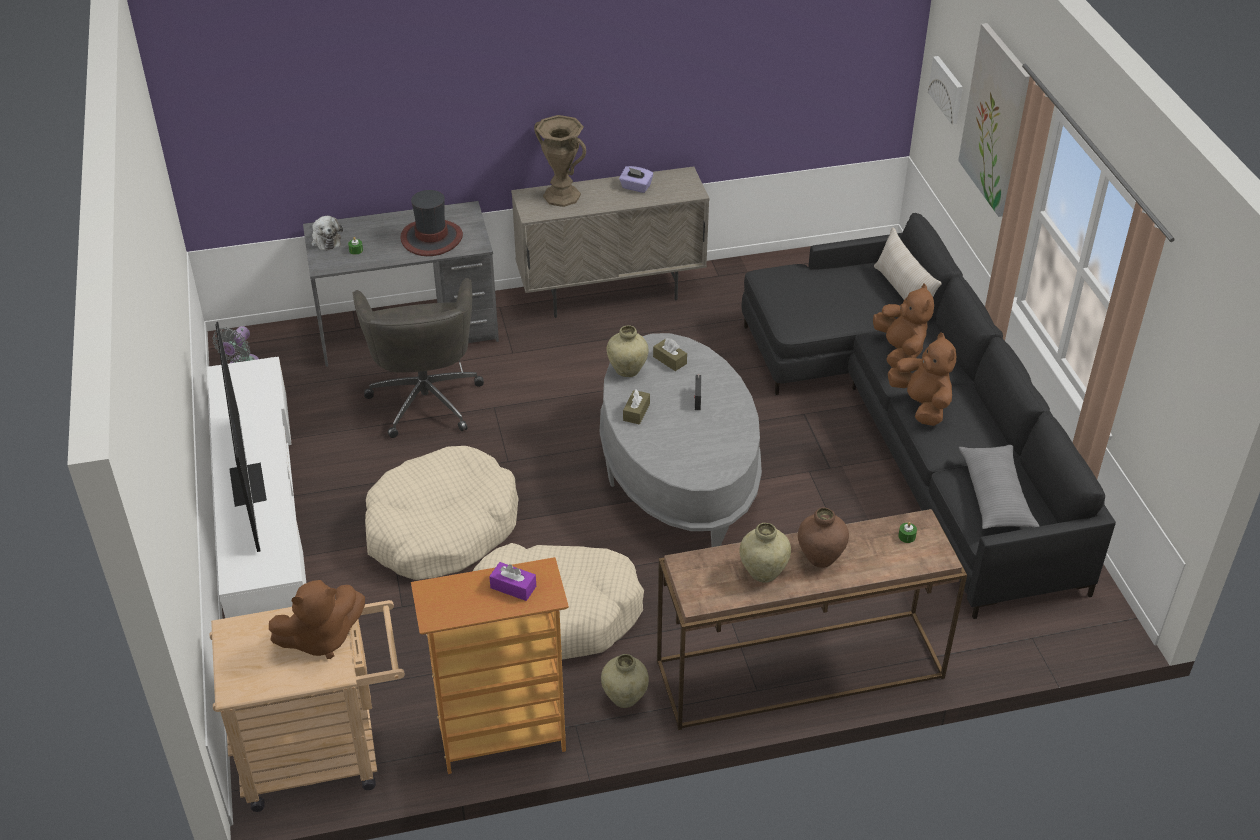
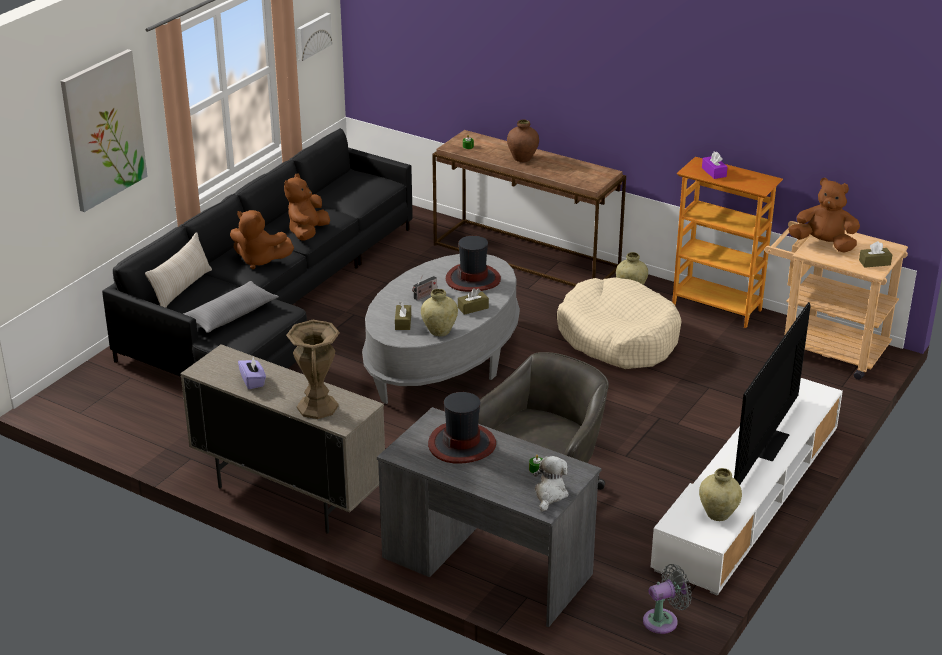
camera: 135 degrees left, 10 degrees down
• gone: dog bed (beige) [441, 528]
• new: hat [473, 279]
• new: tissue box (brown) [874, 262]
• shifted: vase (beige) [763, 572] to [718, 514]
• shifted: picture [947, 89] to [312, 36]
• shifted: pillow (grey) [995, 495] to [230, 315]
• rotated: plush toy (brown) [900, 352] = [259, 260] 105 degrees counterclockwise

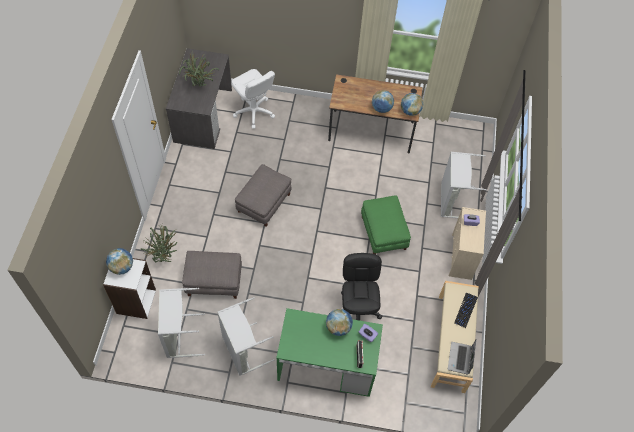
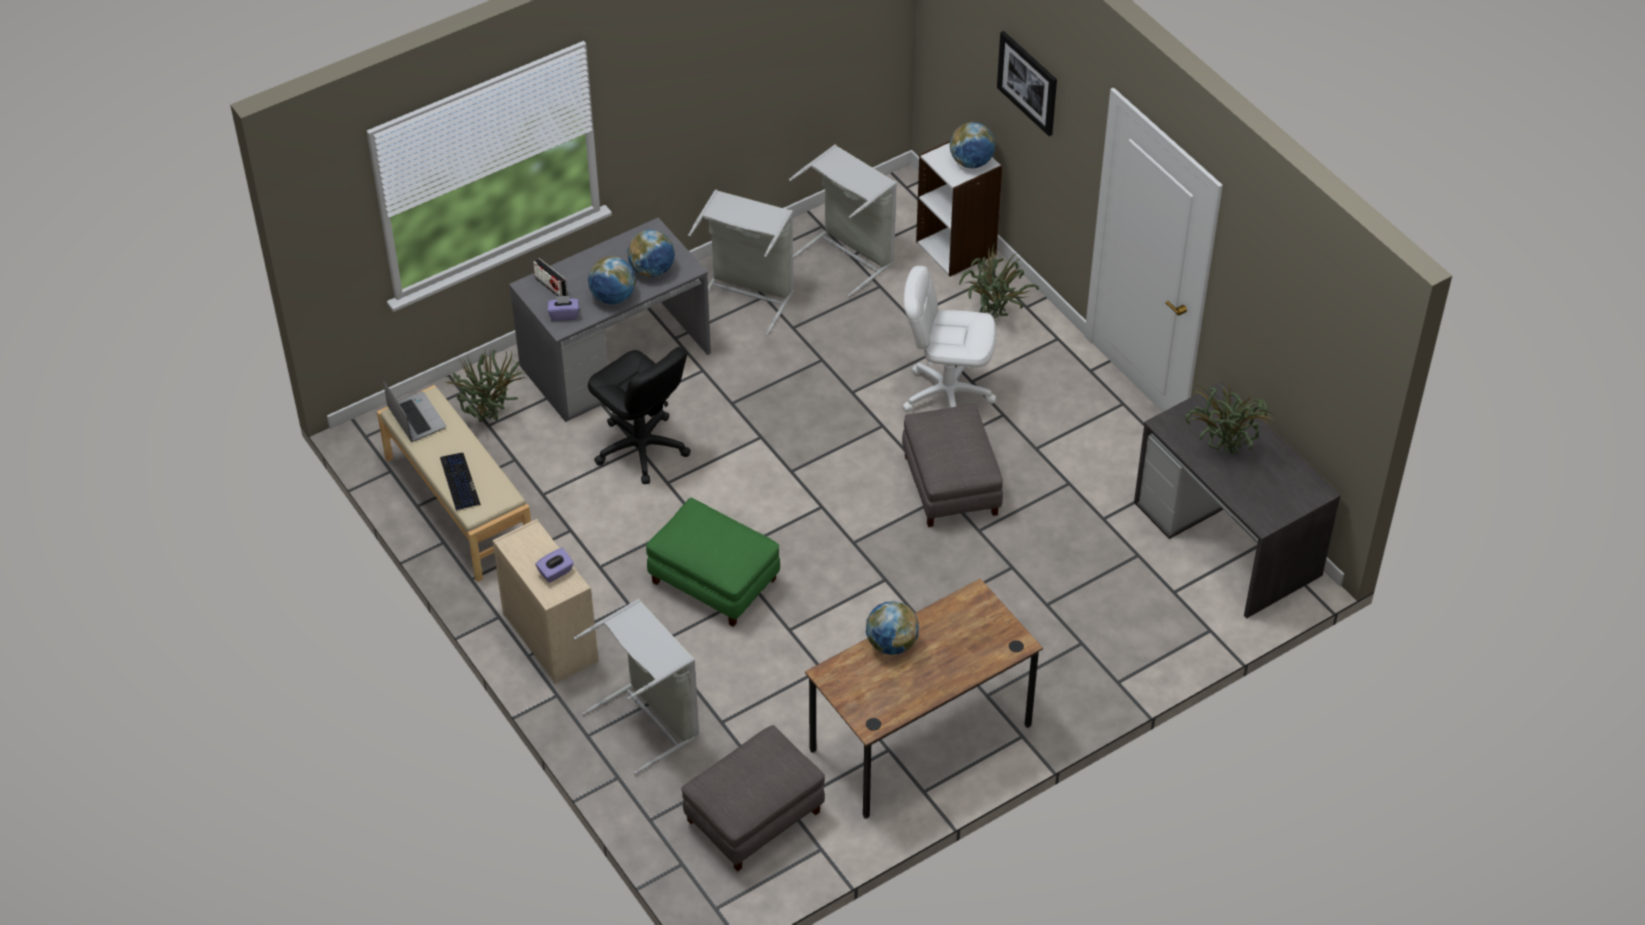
camera: 140 degrees right, 10 degrees down
• new: potted plant [492, 418]
• new: picture [1028, 82]
• shifted: ottoman (grey) [214, 280] to [754, 817]
• shifted: office chair (white) [254, 112] to [947, 395]
• shifted: globe [410, 111] to [652, 270]
• repainted: desk (green) [327, 365] to desk (grey) [615, 359]

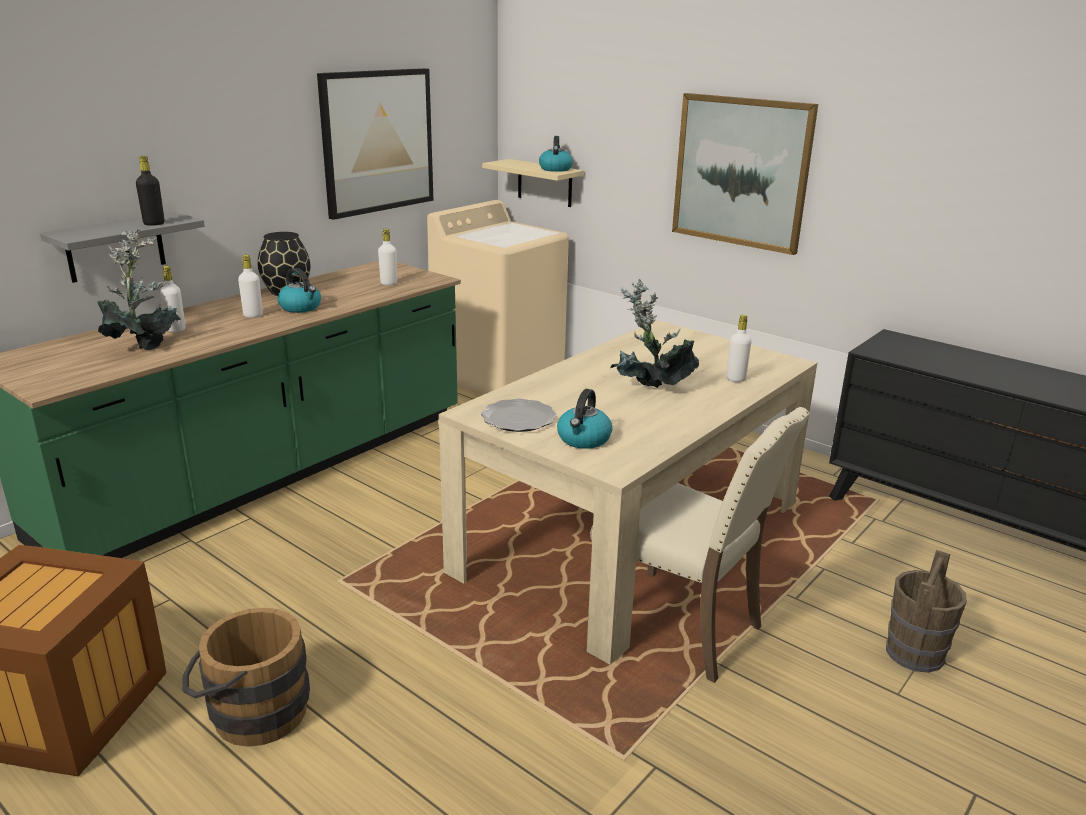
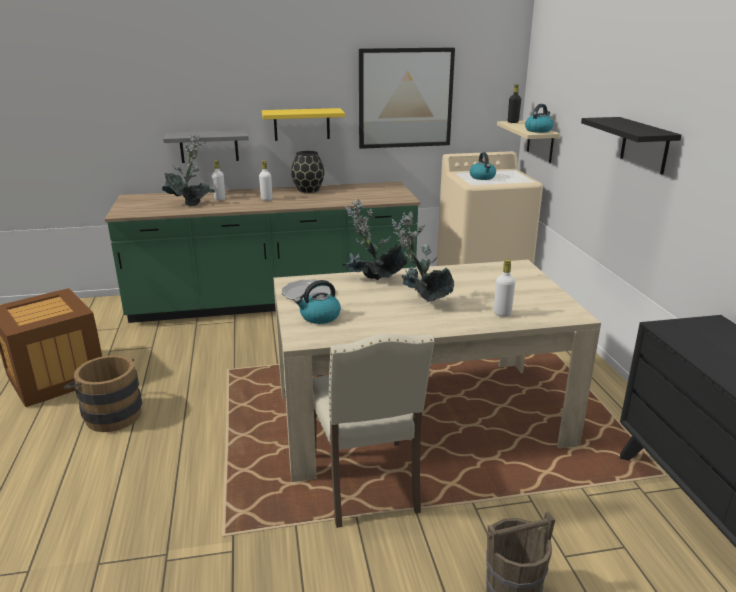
camera: 40 degrees right, 0 degrees up
• gone: bottle (white) [389, 283]
• new: shelf (yellow) [301, 124]
• new: potted plant [372, 282]
• shifted: bottle (black) [154, 224] to [513, 122]
• shifted: kettle [301, 307] to [482, 177]
• swapped: picture [741, 172] to shelf (black) [644, 145]

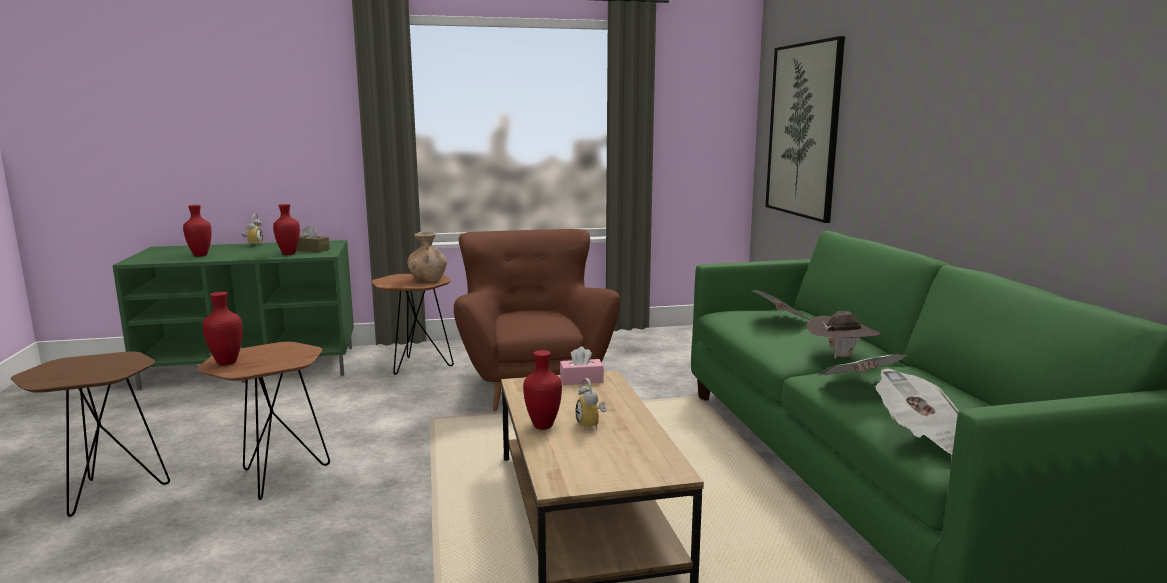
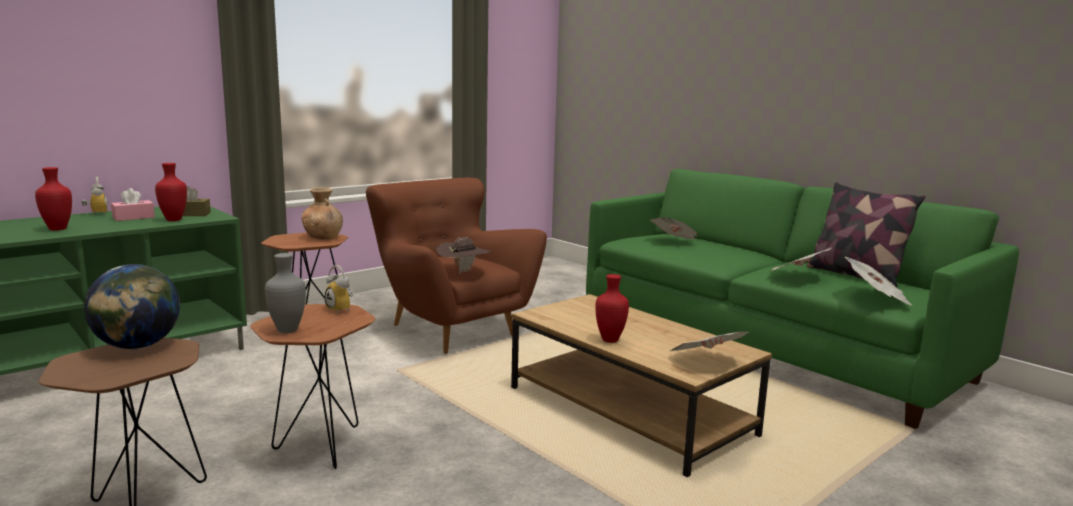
camera: 30 degrees left, 0 degrees up
• gone: picture [803, 130]
• new: globe [137, 346]
• new: newspaper [706, 361]
• new: pillow [855, 275]
• shifted: tissue box (pink) [581, 380] to [133, 217]
• shifted: alarm clock [592, 425] to [342, 310]
• shifted: hat (brown) [840, 356] to [463, 272]
• repainted: vase (red) [227, 362] to vase (grey) [286, 330]

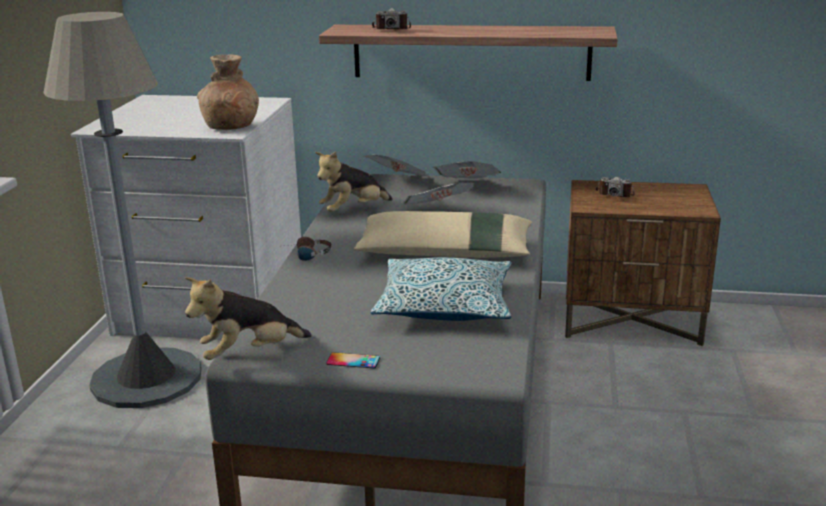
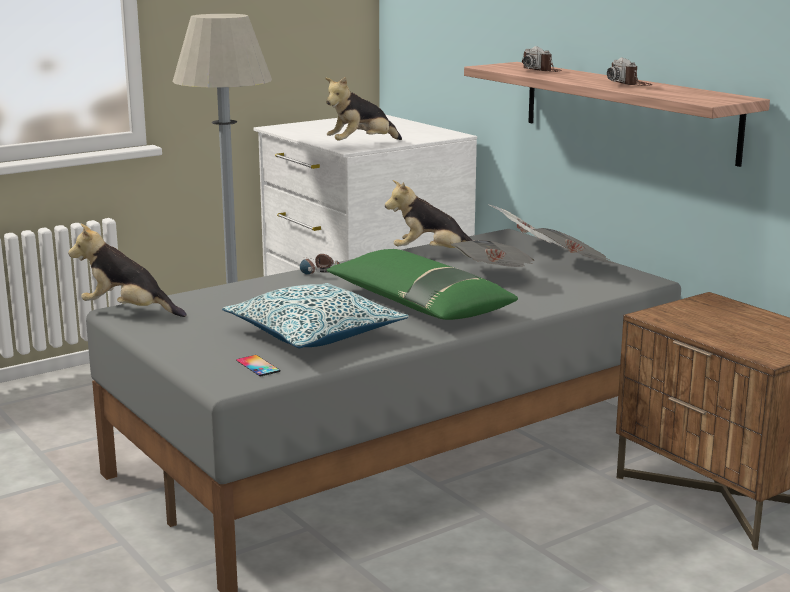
camera: 45 degrees right, 5 degrees down
• shifted: phone [353, 361] to [258, 366]
• shifted: photo camera [615, 194] to [629, 84]
• swapped: vase (brown) [231, 127] to plush toy [361, 145]
• repainted: pillow (beige) [445, 252] to pillow (green) [418, 303]

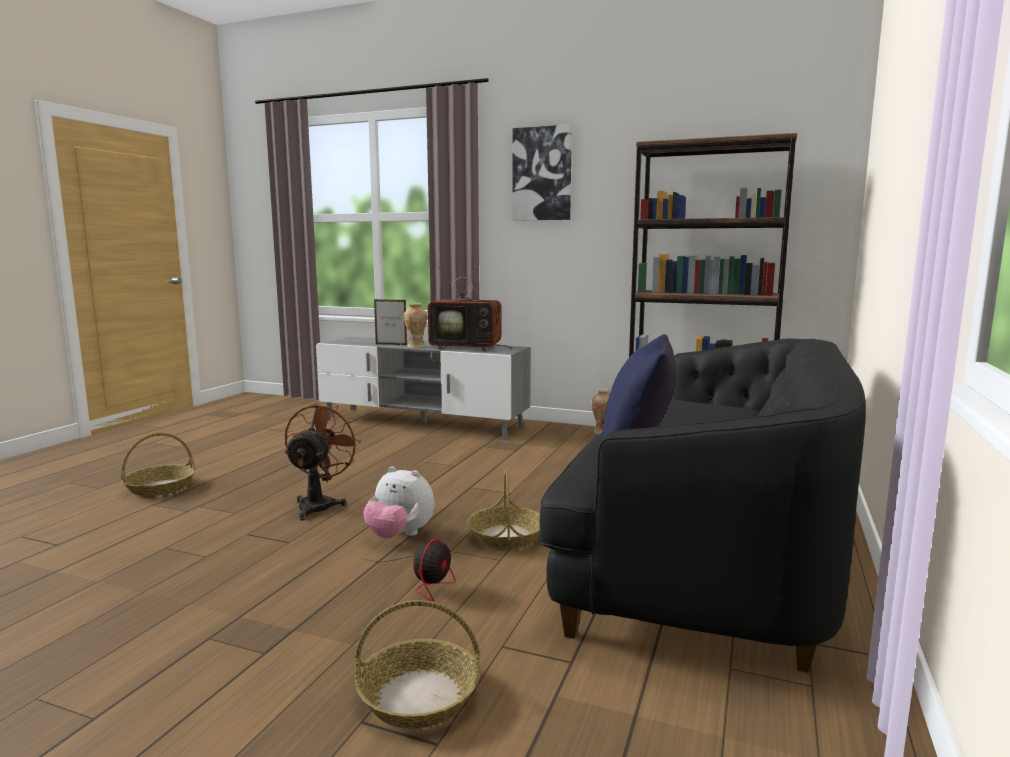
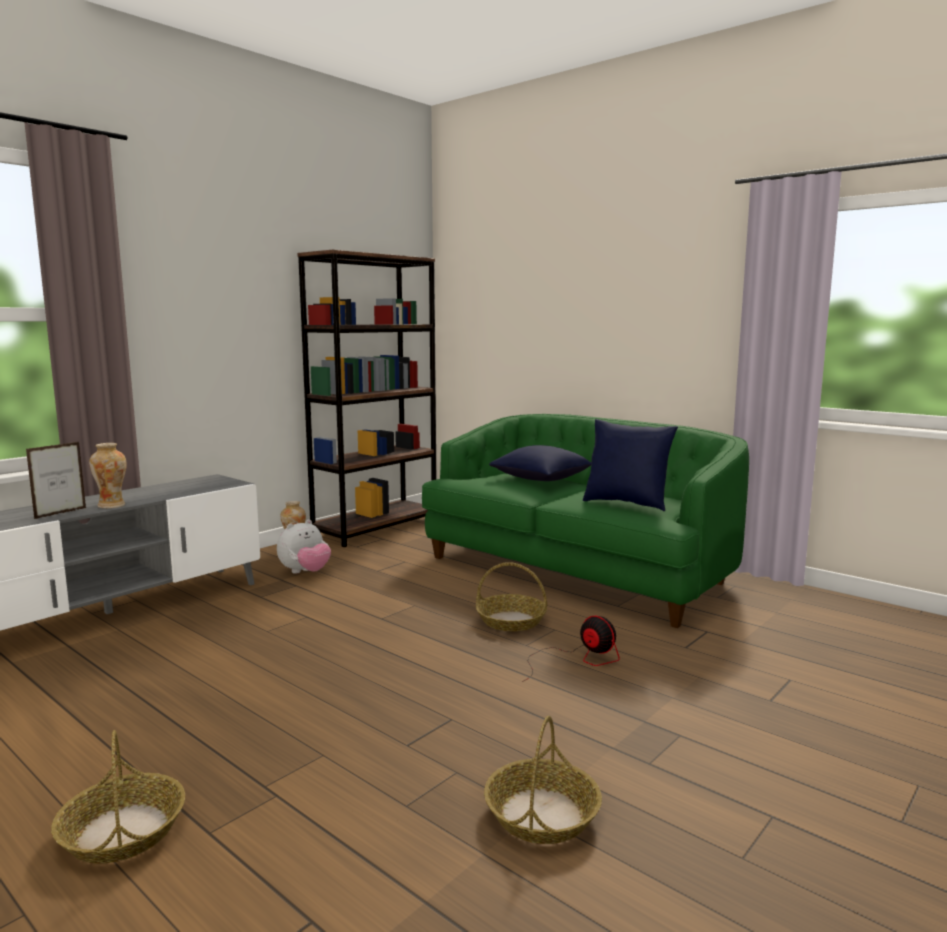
camera: 70 degrees left, 0 degrees up
• gone: fan (brown) [320, 504]
• gone: television [468, 347]
• gone: picture [542, 174]
• new: pillow (blue) [541, 480]
• shifted: basket [418, 697] to [542, 815]
• shifted: plush toy [400, 536] to [305, 572]
• repainted: sofa (black) [703, 552] to sofa (green) [578, 571]

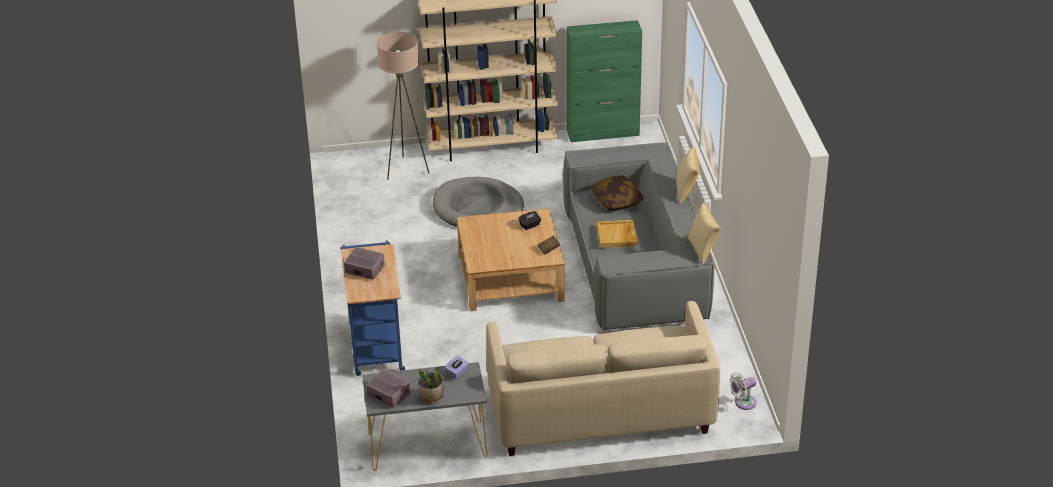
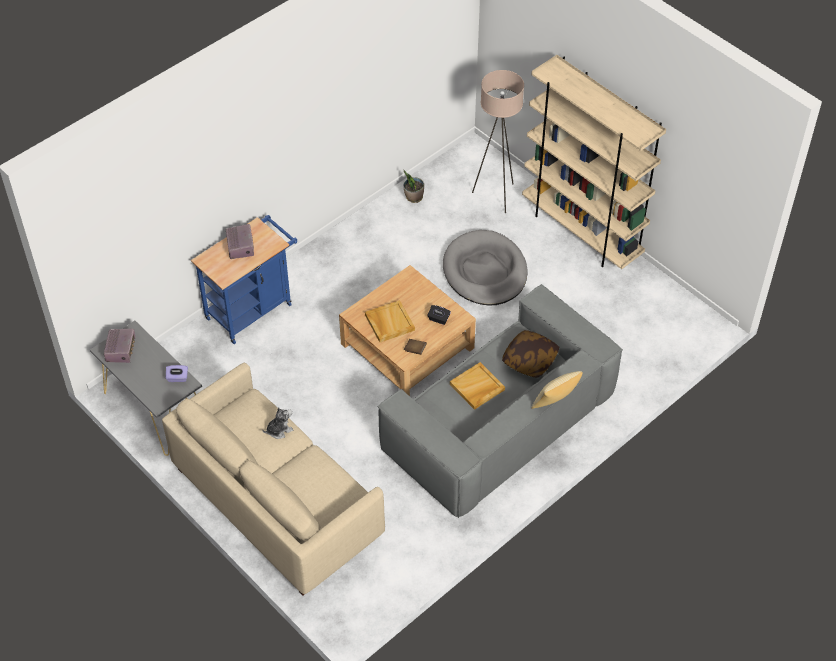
camera: 55 degrees right, 15 degrees up
• gone: cabinet (green) [603, 133]
• gone: pillow [702, 250]
• gone: fan (white) [743, 403]
• new: plush toy [279, 430]
• new: tray (beige) [389, 322]
• shifted: potted plant [432, 398] to [413, 197]

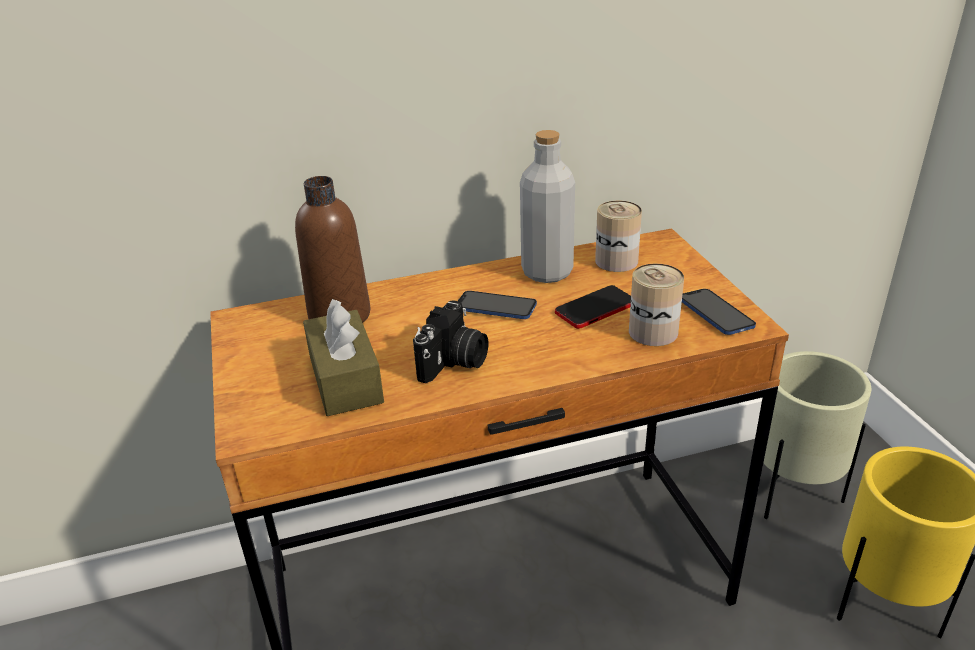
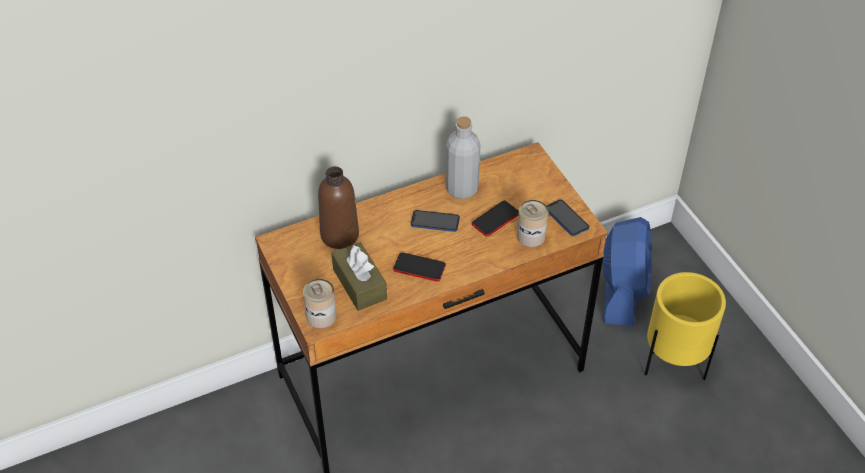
camera: 10 degrees left, 15 degrees up
• shifted: can [616, 261] to [321, 316]
• swapped: photo camera [454, 363] to phone [419, 267]
• swapped: planter (beige) [792, 494] to fan (blue) [622, 290]

